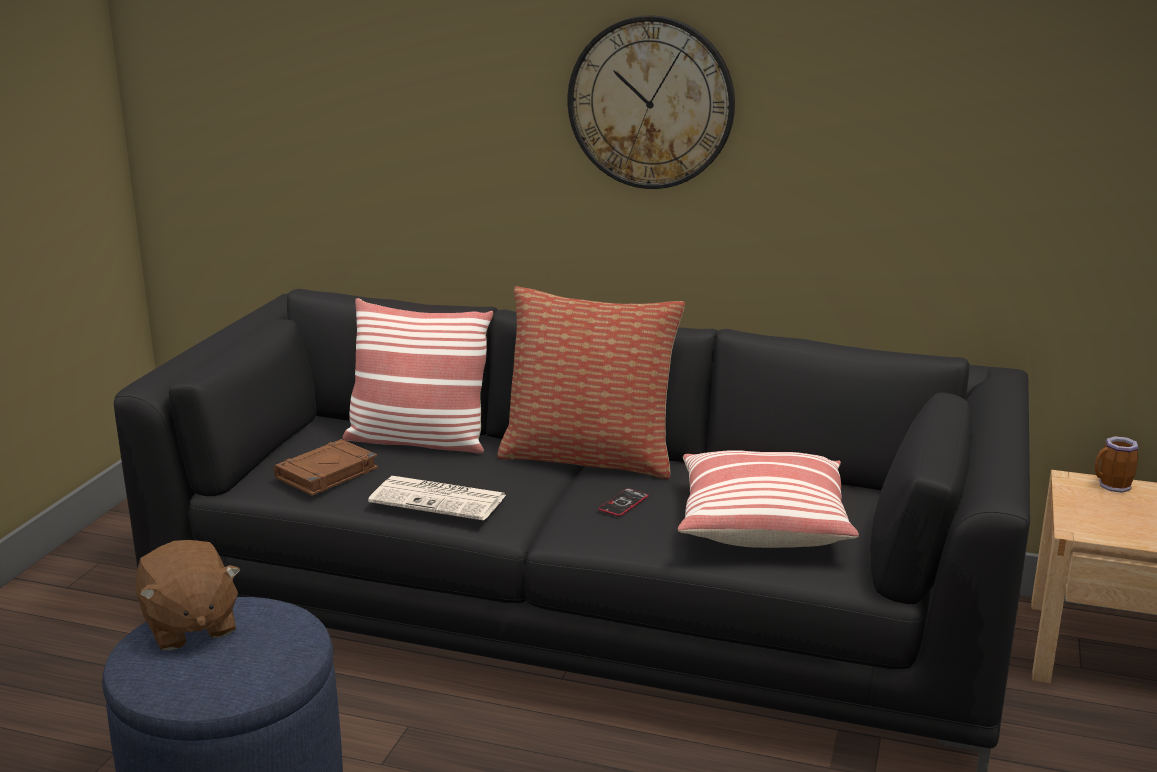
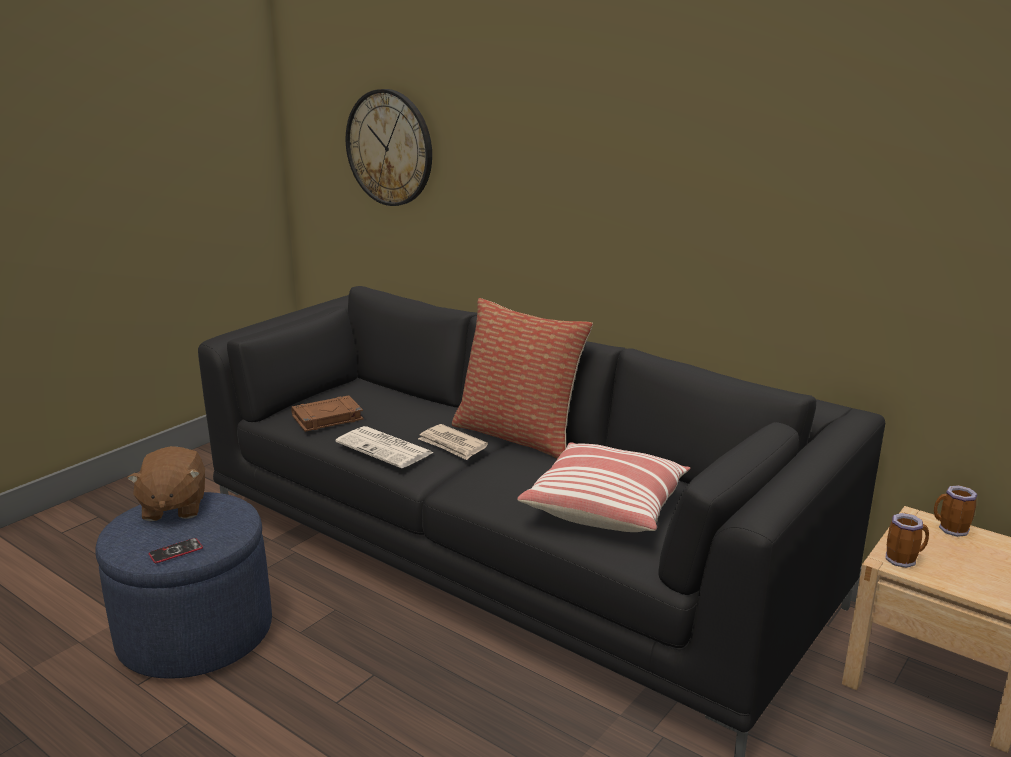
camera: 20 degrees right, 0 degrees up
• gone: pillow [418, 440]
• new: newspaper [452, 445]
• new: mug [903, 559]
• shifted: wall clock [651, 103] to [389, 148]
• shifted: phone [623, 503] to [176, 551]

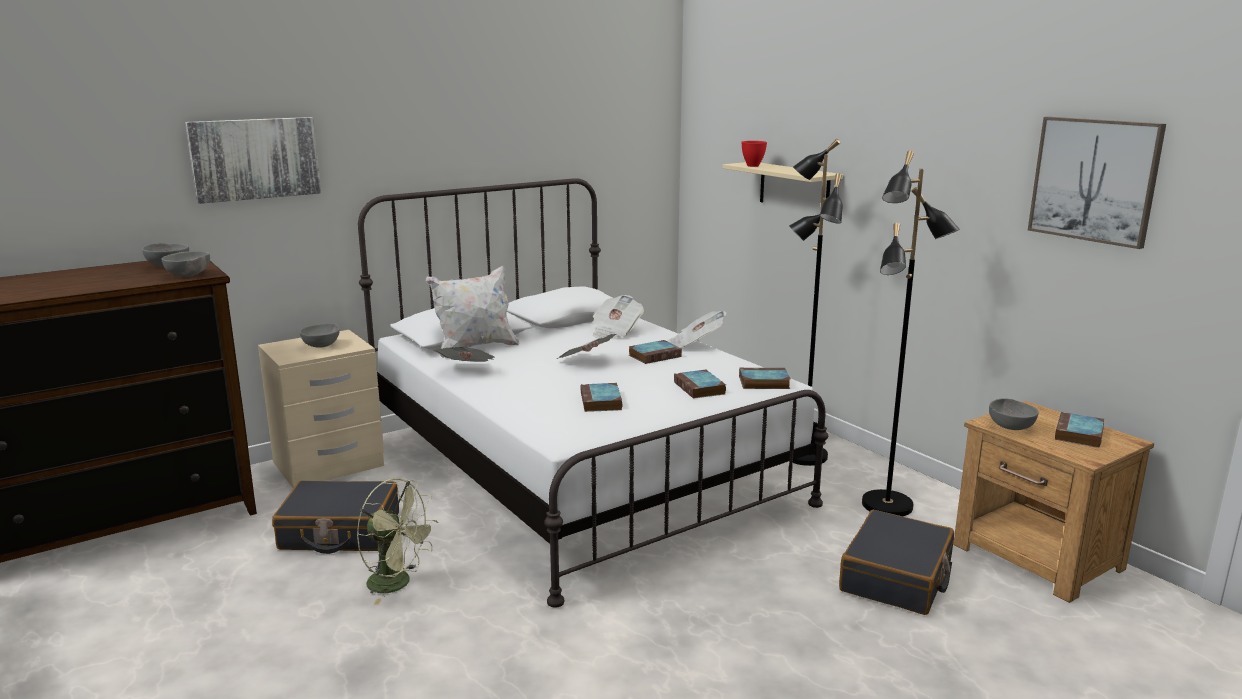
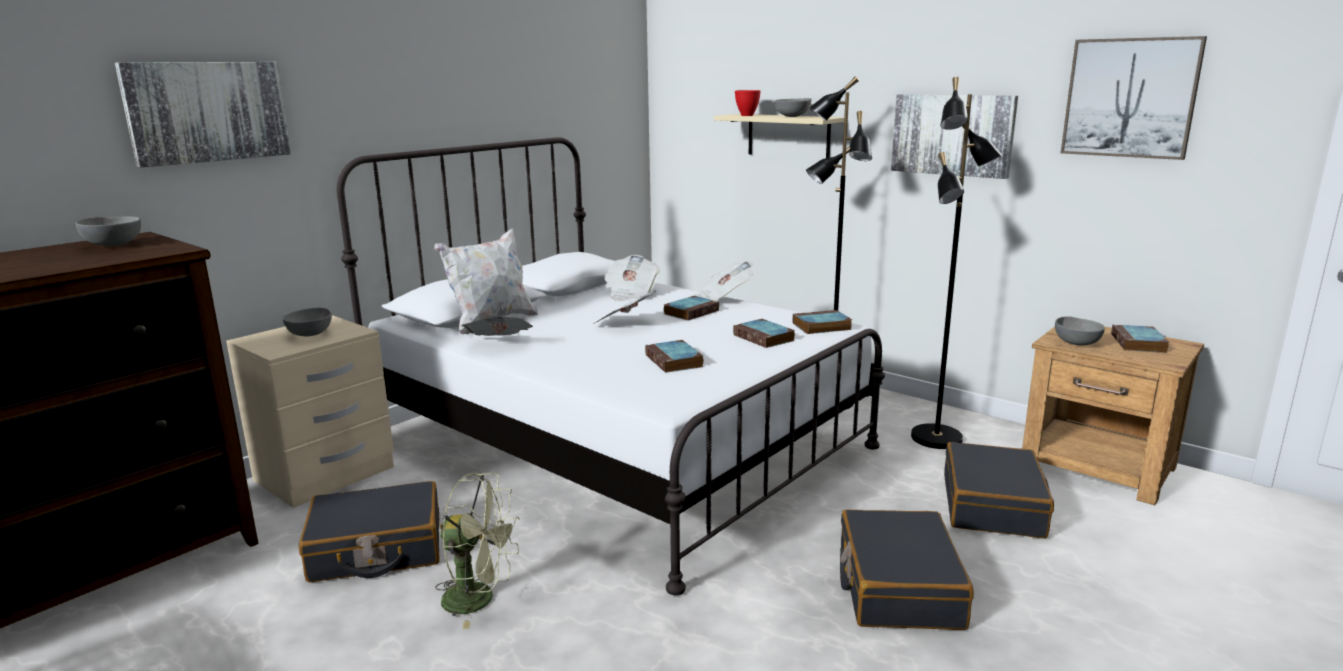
camera: 15 degrees left, 0 degrees up
• new: suitcase (black) [898, 586]
• new: picture [952, 134]
• shifted: bowl (grey) [189, 276] to [793, 117]

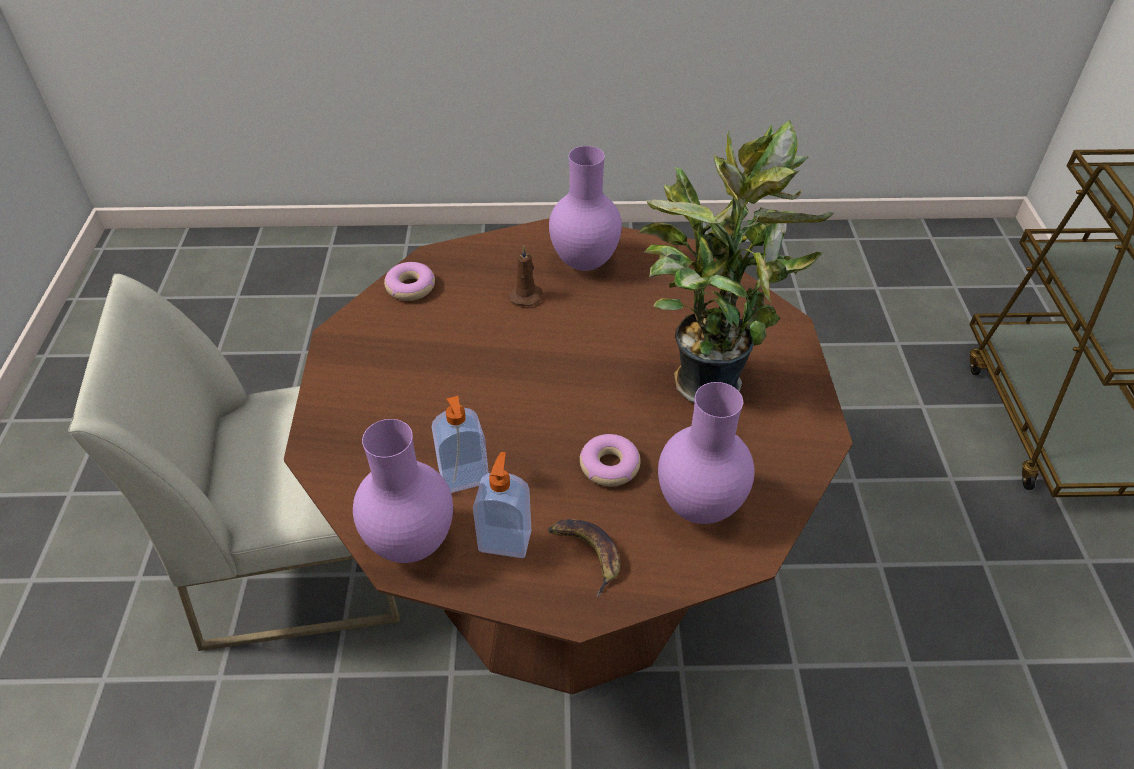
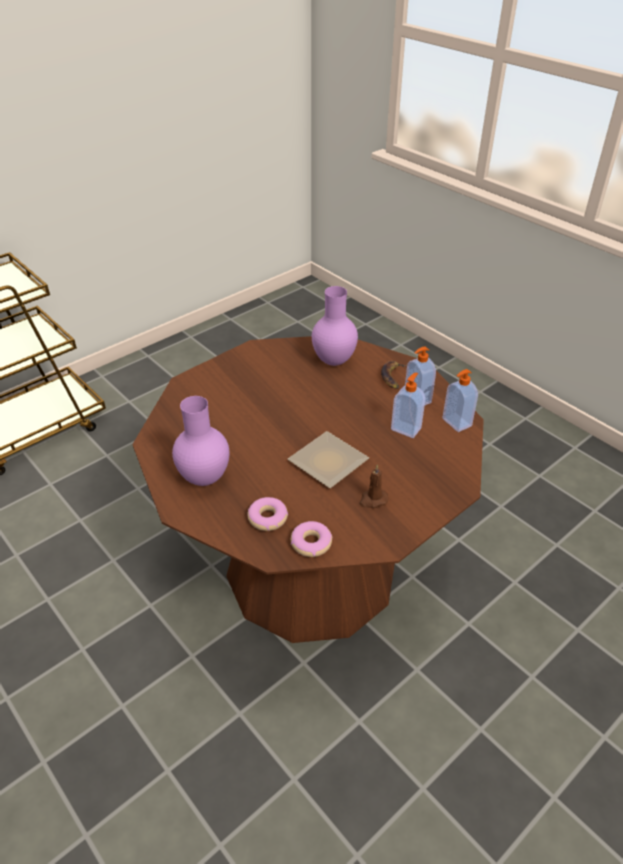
camera: 130 degrees left, 5 degrees down
• gone: chair (white) [306, 556]
• gone: potted plant [705, 378]
• new: plate [331, 462]
• shifted: candle (brown) [526, 295] to [373, 500]
• shifted: donut [609, 466] to [267, 518]
• swapped: vase (purple) [409, 545] to soap dispenser [456, 423]

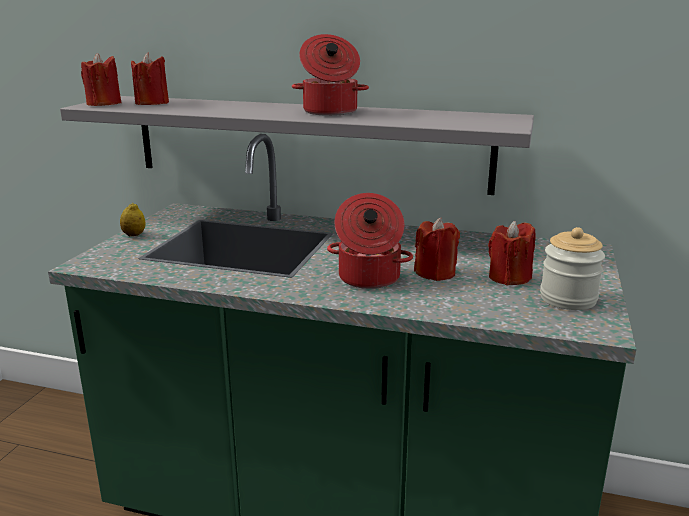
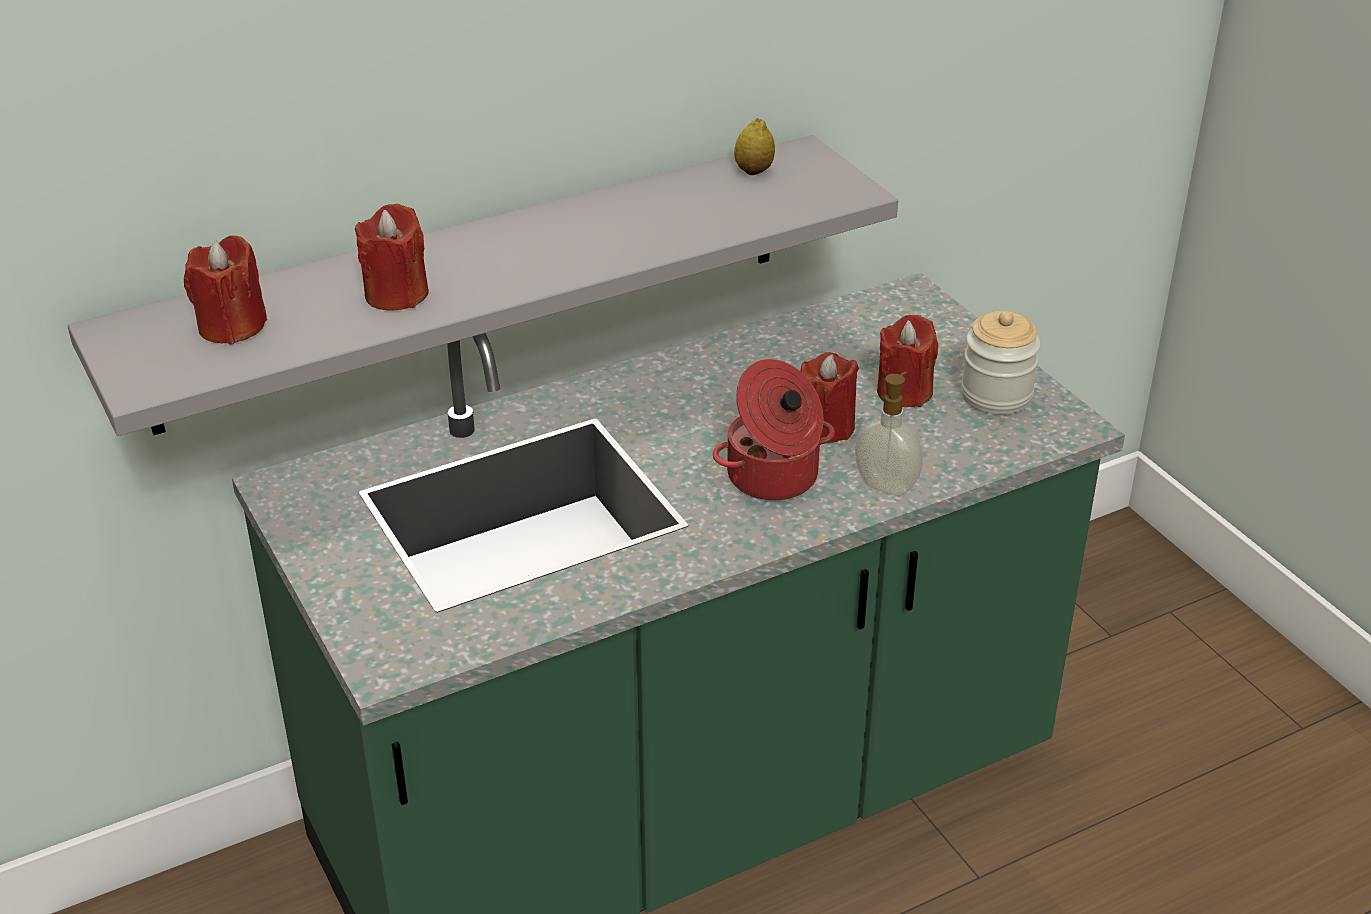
camera: 45 degrees left, 15 degrees up
• gone: cooking pot [329, 112]
• new: soap dispenser [886, 485]
• shifted: candle (red) [104, 104] to [396, 294]
• shifted: lemon [134, 235] to [754, 171]

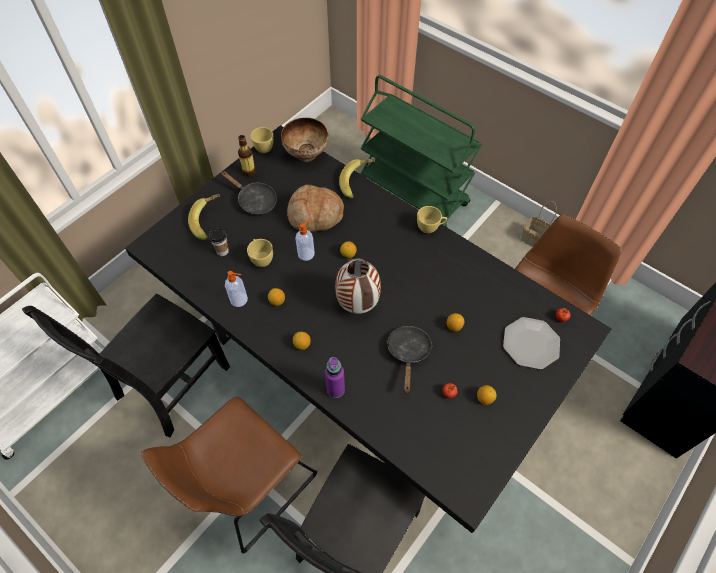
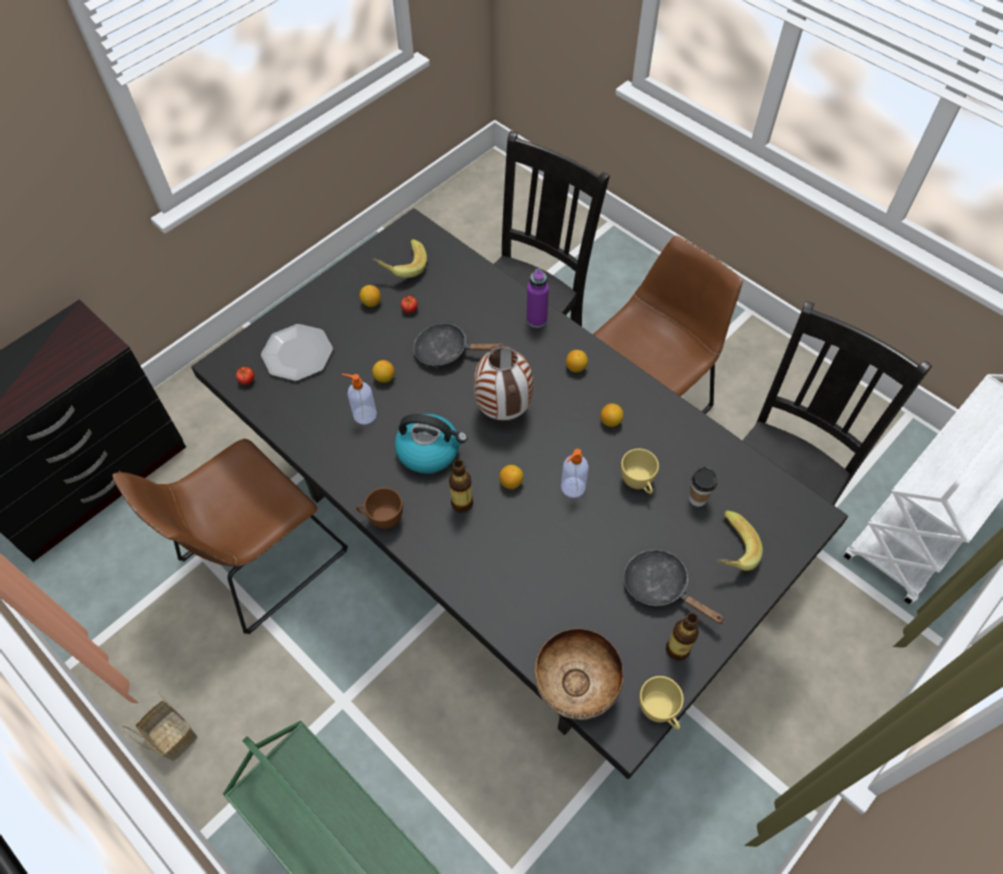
camera: 175 degrees left, 0 degrees up
• gone: bread [315, 215]
• new: kettle [430, 451]
• new: bottle [462, 503]
• shifted: soap dispenser [239, 299] to [364, 414]
• shifted: banana [358, 183] to [401, 267]
• repainted: cup (yellow) [430, 228] to cup (brown) [382, 518]
• rotated: frying pan (black) [408, 353] = [447, 351] 90 degrees clockwise

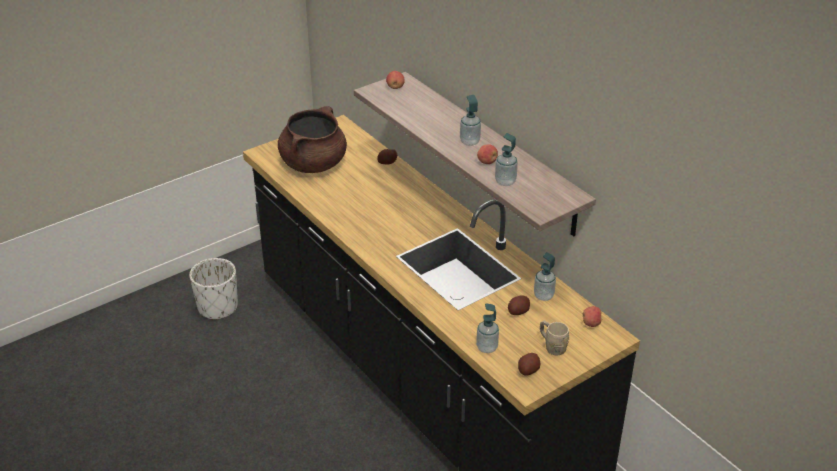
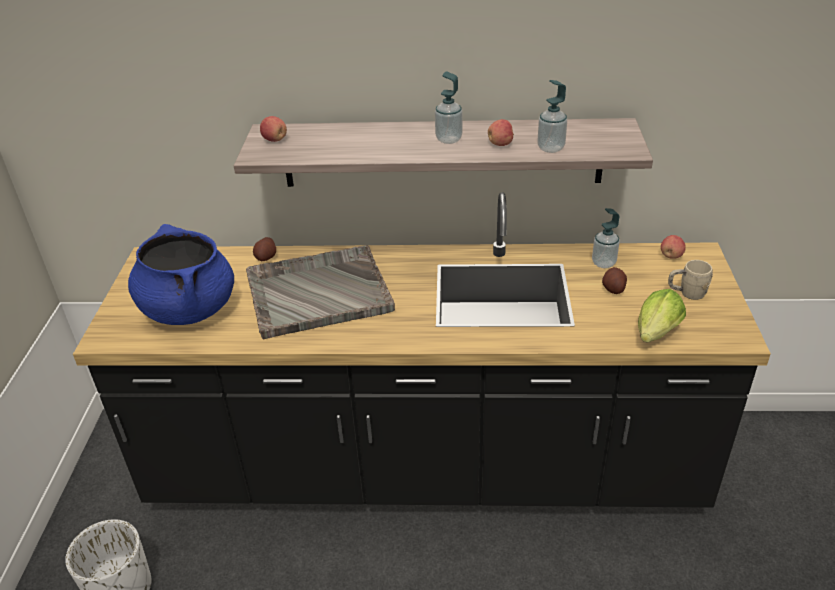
camera: 50 degrees left, 0 degrees up
• gone: potato [528, 370]
• new: tray (grey) [317, 293]
• swapped: soap dispenser [487, 347] to lettuce [655, 335]
• repainted: cooking pot (brown) [313, 164] to cooking pot (blue) [189, 309]

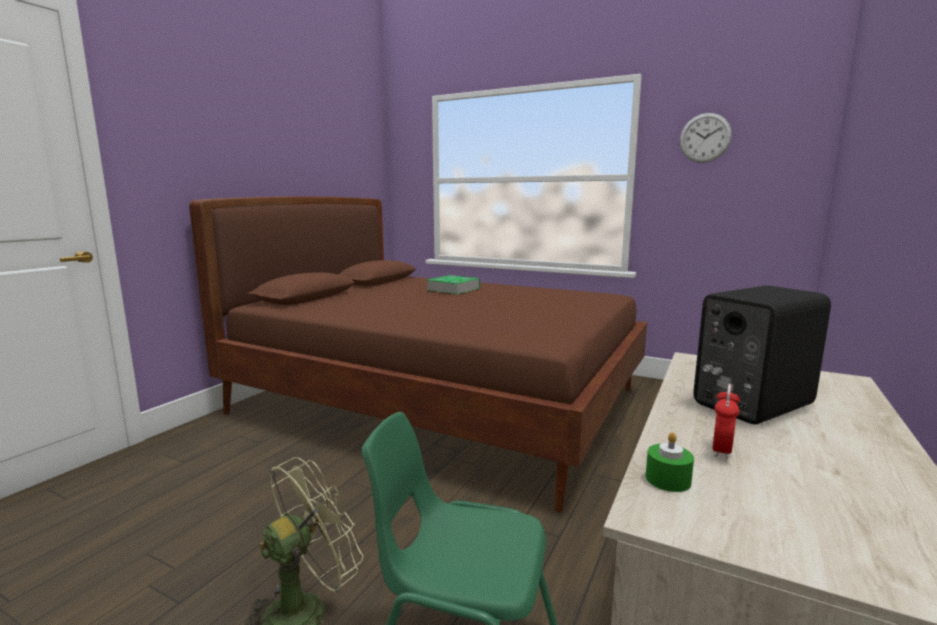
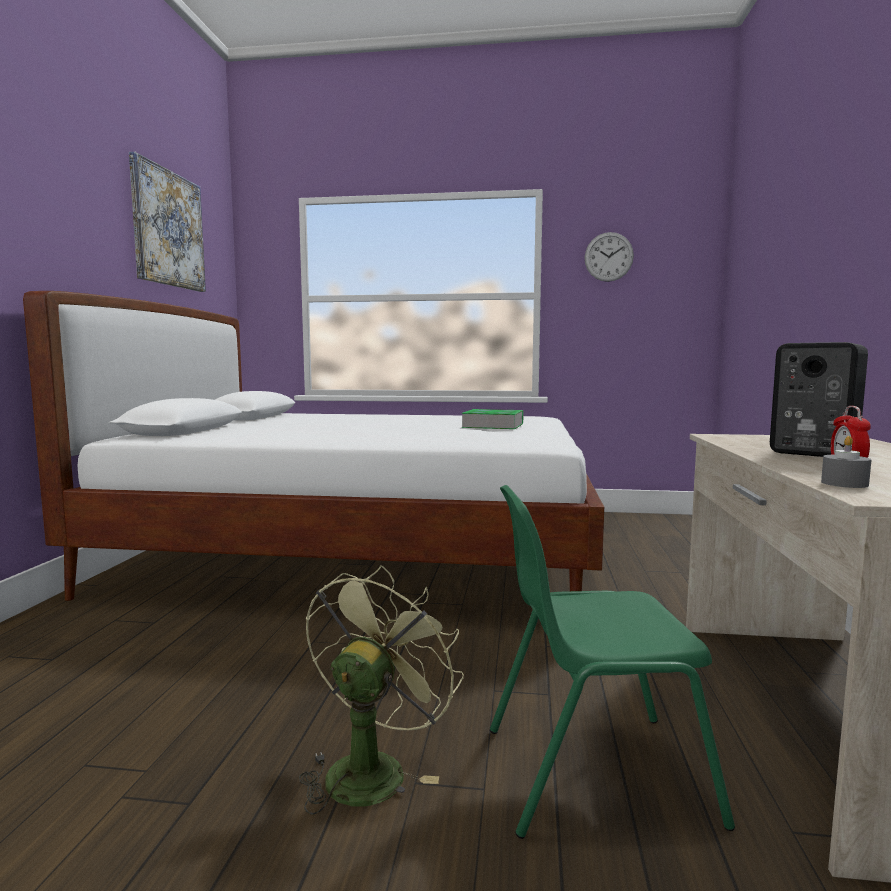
camera: 20 degrees left, 5 degrees down
• new: picture [168, 229]
• shifted: book [453, 289] to [493, 425]
• repainted: bed (brown) [440, 402] to bed (white) [362, 554]
• repainted: candle (green) [668, 479] to candle (grey) [844, 483]

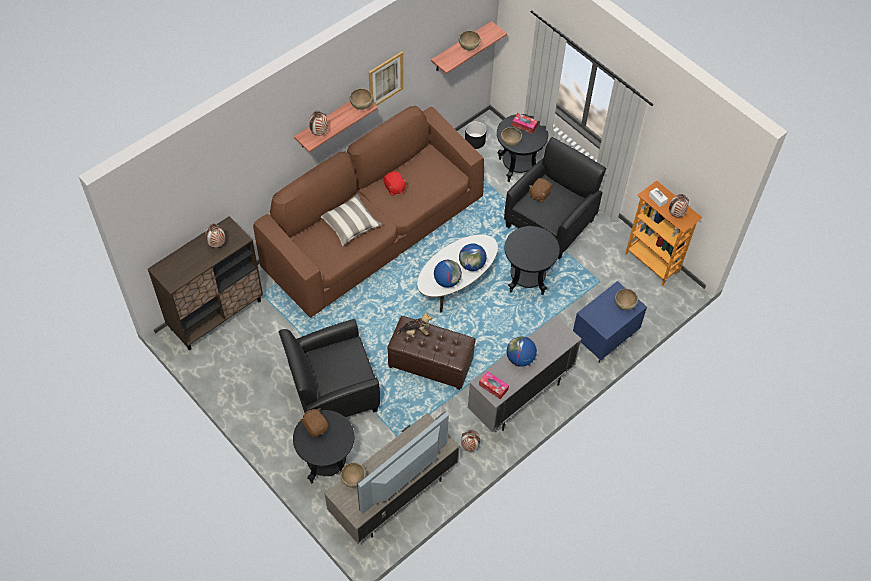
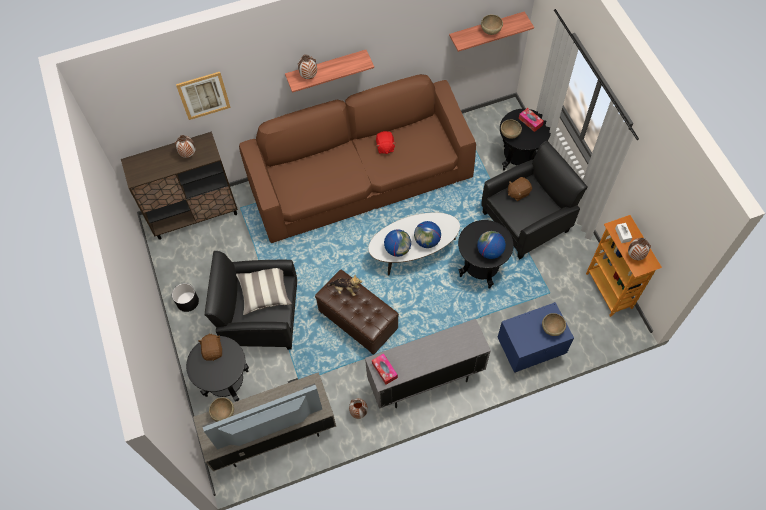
camera: 25 degrees right, 5 degrees up
• gone: bowl (brown) [361, 106]
• shifted: pillow [350, 224] to [264, 292]
• shifted: picture [385, 80] to [203, 95]
• shifted: planter (black) [474, 141] to [187, 301]
• shifted: globe [520, 359] to [489, 251]

